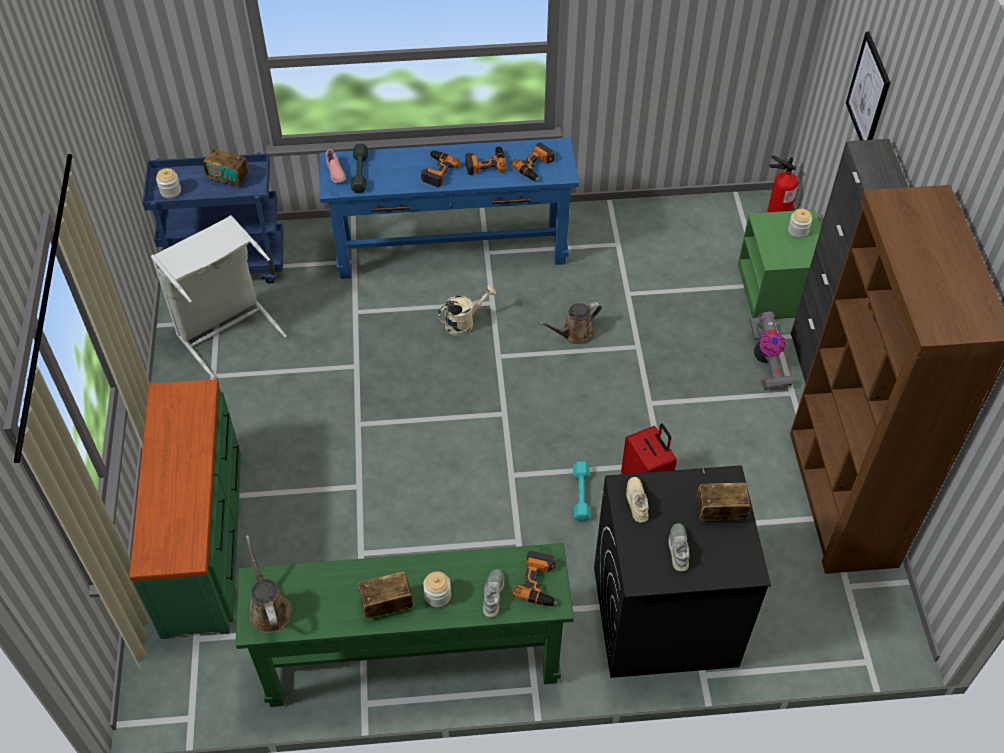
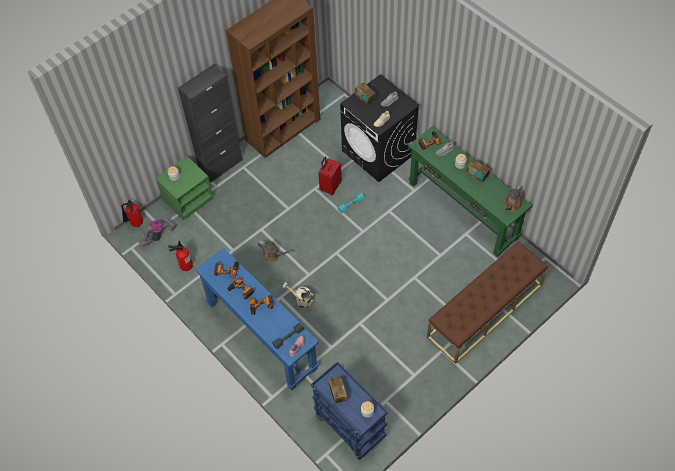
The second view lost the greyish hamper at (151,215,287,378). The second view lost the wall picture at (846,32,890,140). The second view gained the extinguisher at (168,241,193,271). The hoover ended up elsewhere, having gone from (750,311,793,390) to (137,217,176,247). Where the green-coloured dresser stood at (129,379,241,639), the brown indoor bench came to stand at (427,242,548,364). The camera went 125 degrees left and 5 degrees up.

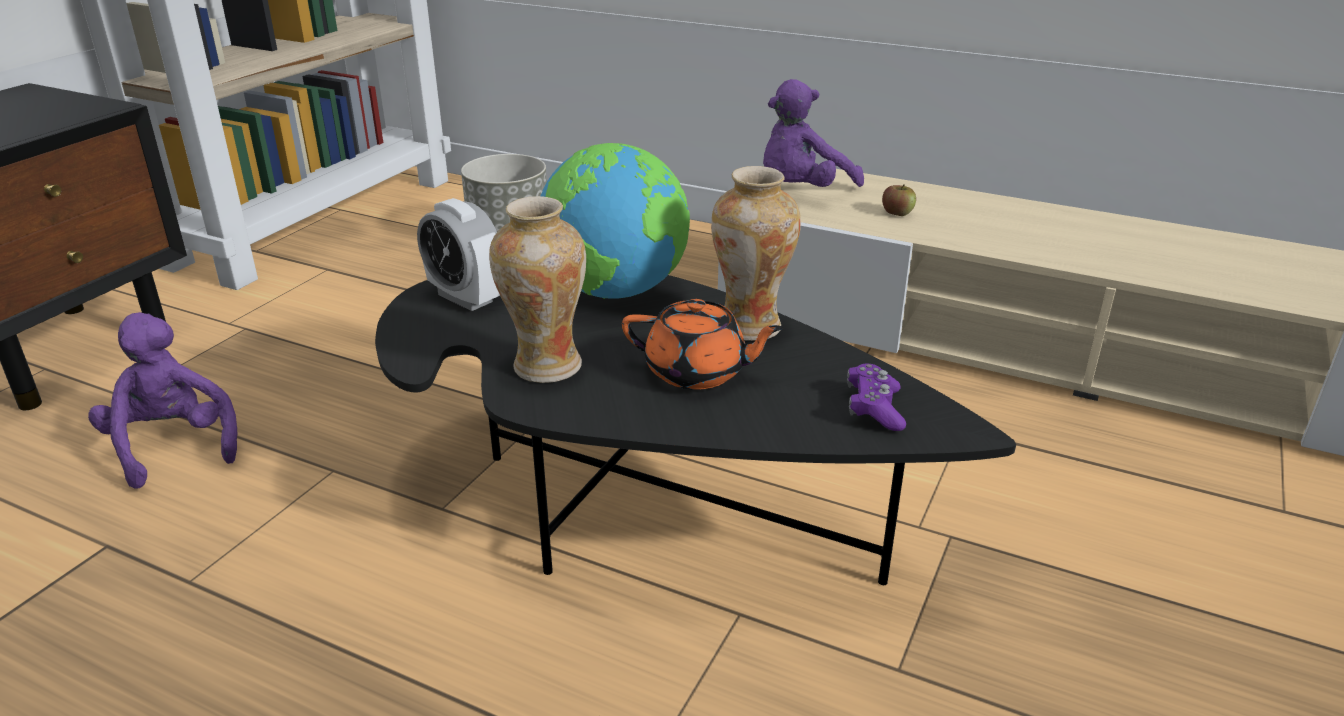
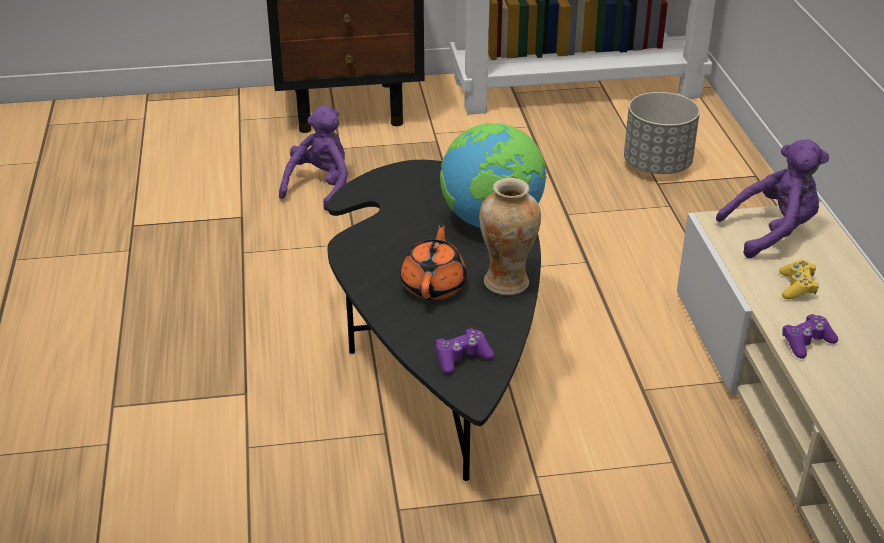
The second view lost the table clock at (417,198,500,311). The second view lost the vase at (489,196,586,383). The second view gained the purple-coloured joypad at (782,314,838,359). Where the apple fruit stood at (882,184,916,216), the yellow-coloured joypad came to stand at (779,260,819,299). The orangey pot for tea at (622,299,784,390) ended up facing another way, 150 degrees counterclockwise from before. The purple-coloured plush toy at (763,79,864,187) ended up facing another way, 150 degrees clockwise from before. The camera went 55 degrees right and 5 degrees up.

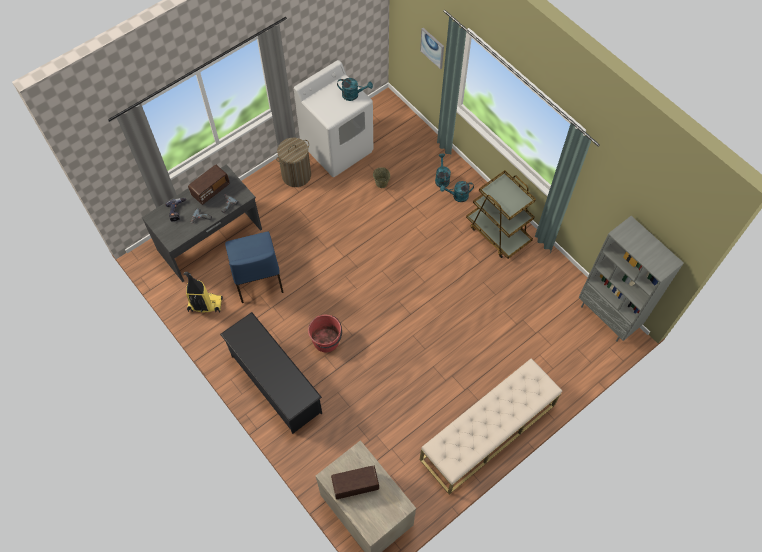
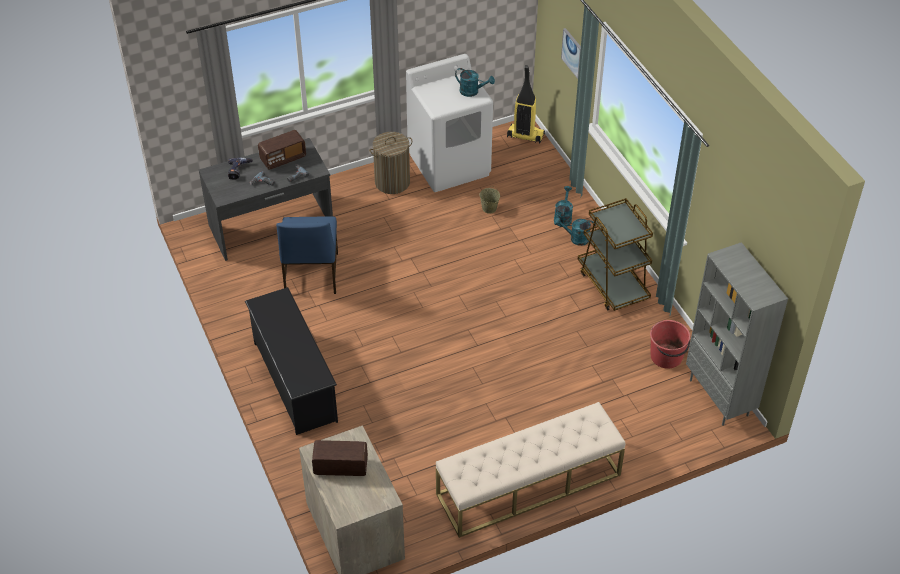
The hoover ended up elsewhere, having gone from (184,272,223,313) to (507,65,545,144). The reddish water bucket ended up elsewhere, having gone from (308,315,342,352) to (650,320,690,369). The camera went 15 degrees right and 15 degrees down.

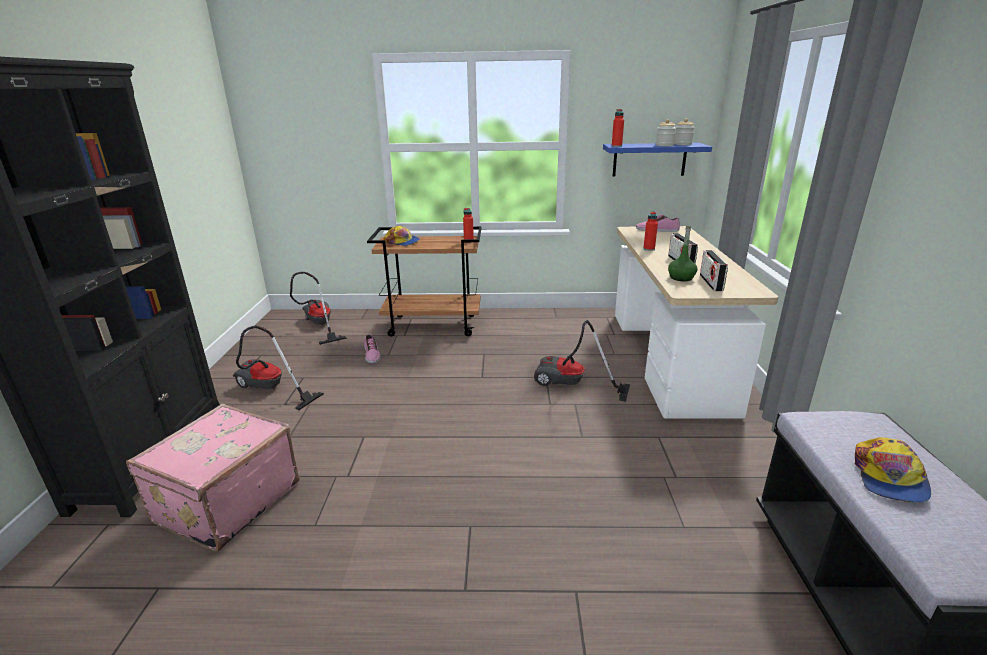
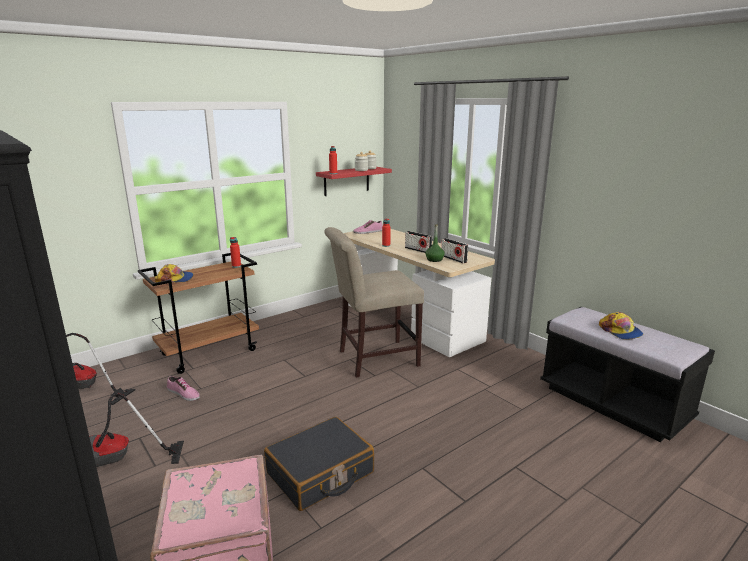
The second view gained the blackish travel case at (264,417,374,511). Where the hoover stood at (534,320,630,402), the beige-coloured plain chair came to stand at (324,227,424,377). What was the blue-coloured wall shelf at (603,143,712,177) turned into the reddish wall shelf at (316,167,392,196). The camera went 40 degrees left and 5 degrees down.

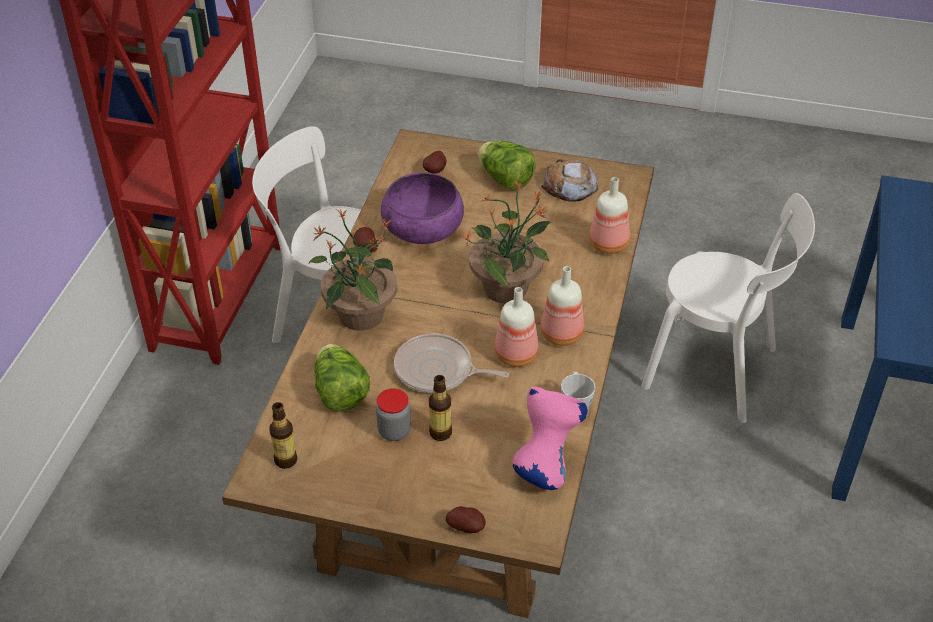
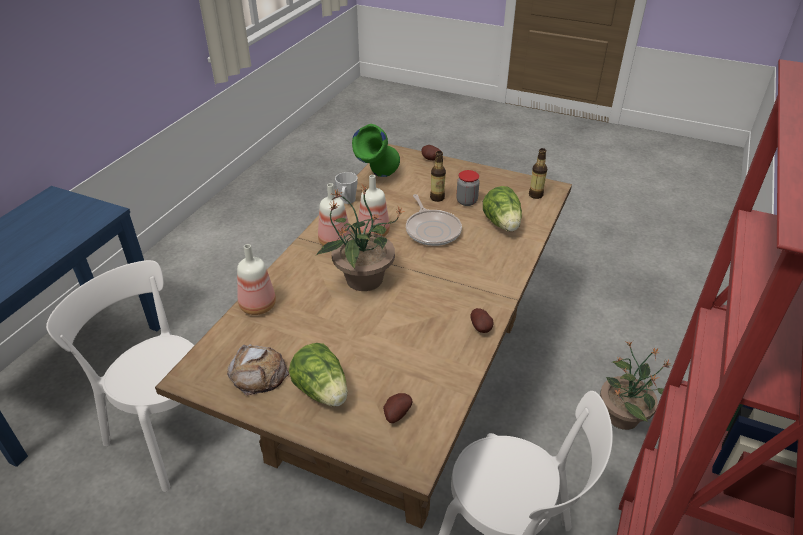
The second view lost the purple-coloured bowl at (381,172,464,244). The potted plant ended up elsewhere, having gone from (309,209,397,331) to (600,341,671,430). What was the pink vase at (513,387,588,490) turned into the green-coloured vase at (352,124,400,177). The pan at (394,334,509,393) ended up facing another way, 45 degrees clockwise from before. The camera went 170 degrees left and 5 degrees down.

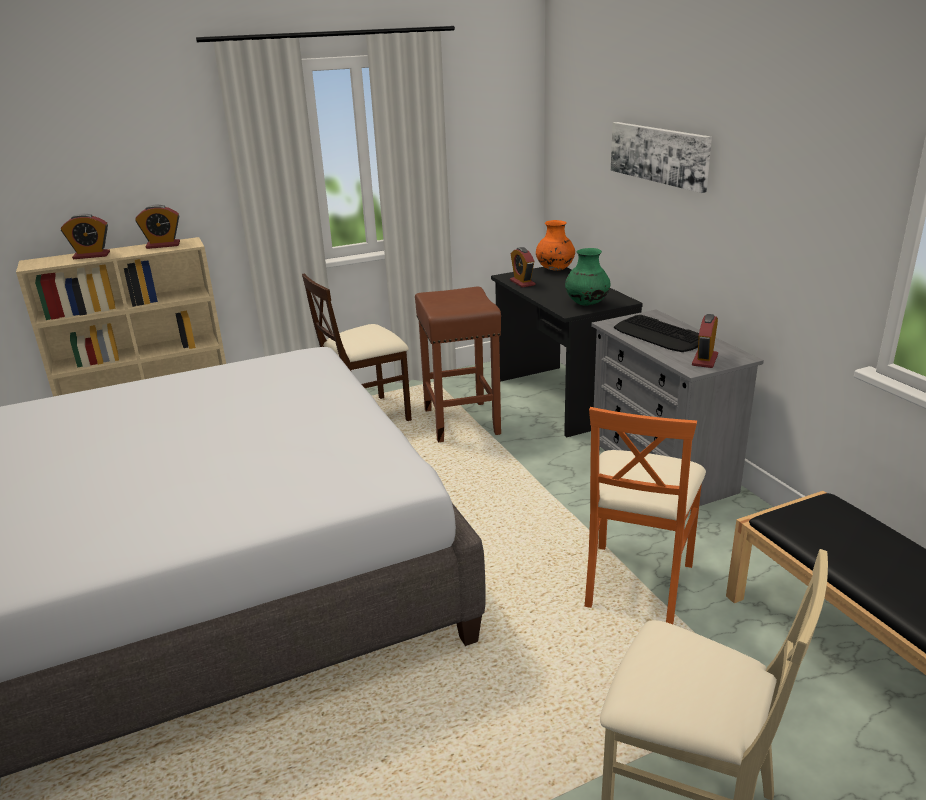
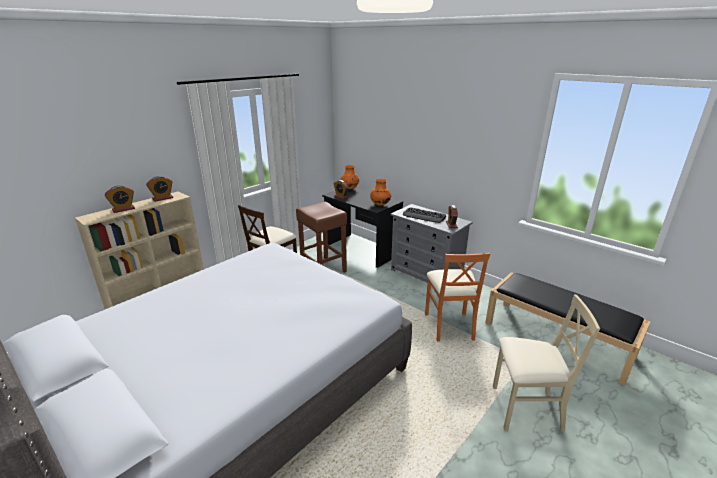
The second view lost the wall picture at (611,122,712,193). What was the green-coloured vase at (565,248,610,306) turned into the orangey vase at (370,179,391,206). The camera went 25 degrees left and 0 degrees up.

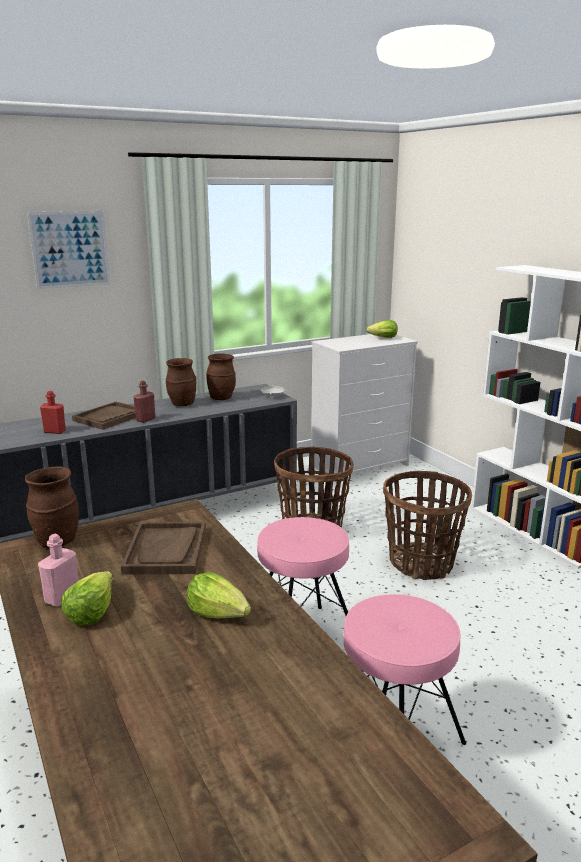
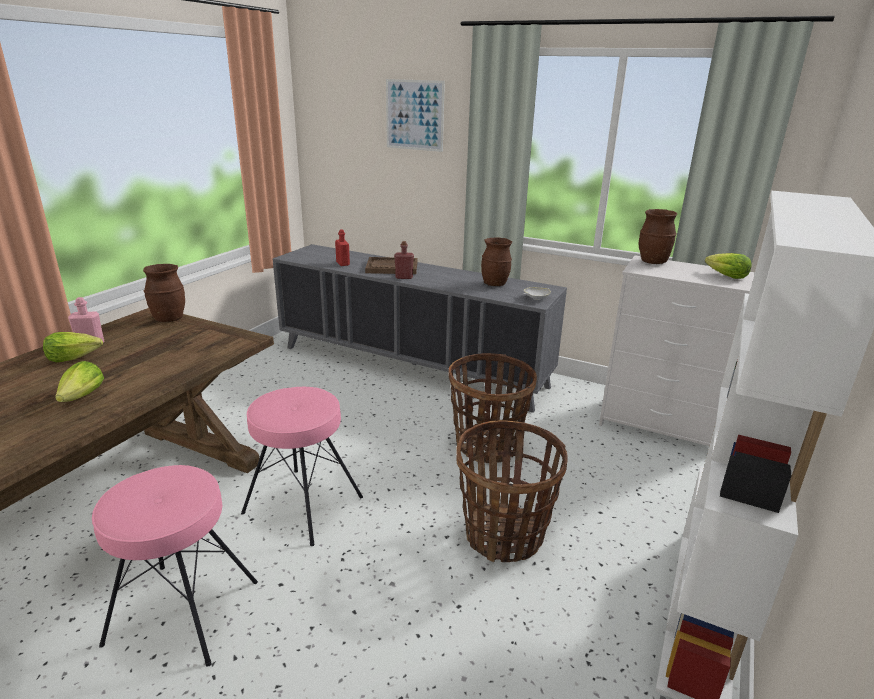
The second view lost the brown carrying tray at (121,522,206,574). The brown vase ended up elsewhere, having gone from (166,358,196,406) to (639,209,677,264). The camera went 55 degrees right and 5 degrees up.

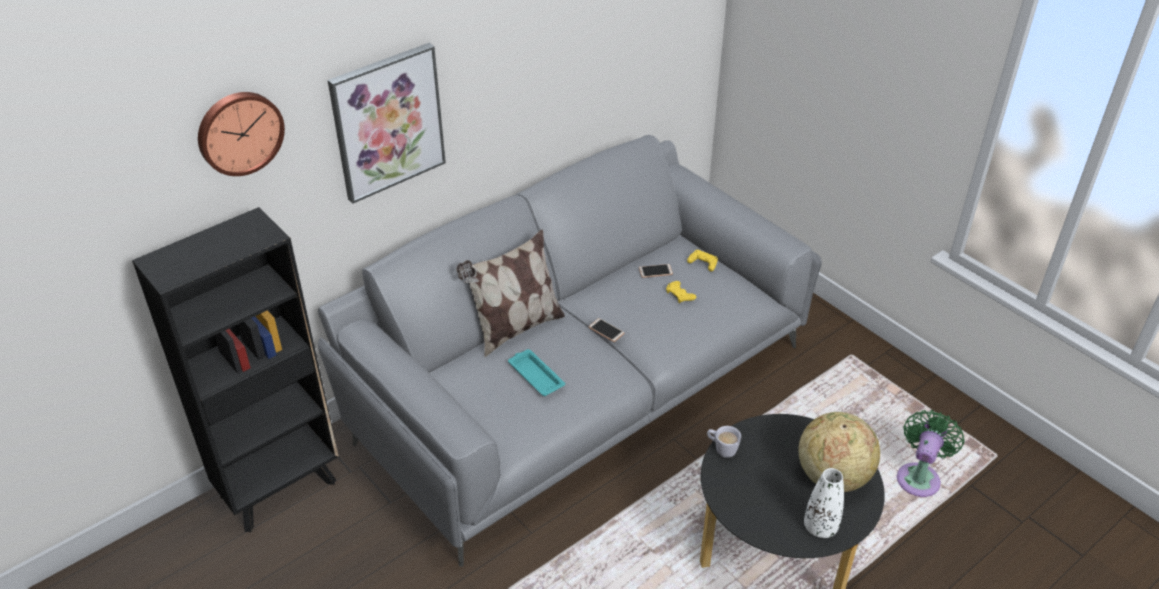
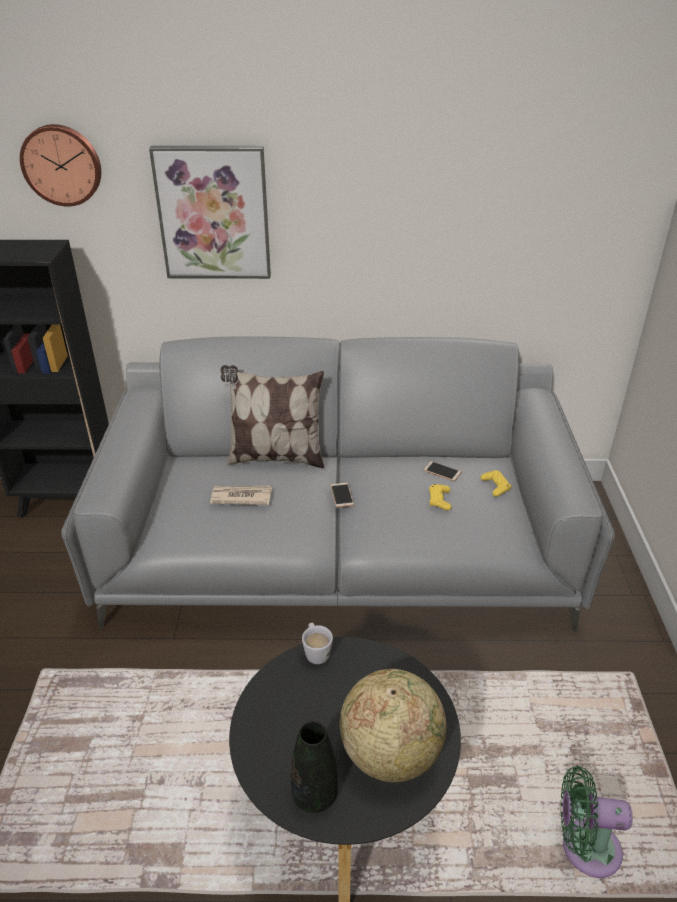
Where the turquoise carrying tray stood at (508,349,565,396), the newspaper came to stand at (210,486,272,505). What was the white vase at (804,468,844,538) turned into the blackish vase at (291,721,338,813). The green-coloured electric fan at (897,410,965,497) ended up facing another way, 150 degrees counterclockwise from before. The camera went 40 degrees right and 5 degrees down.

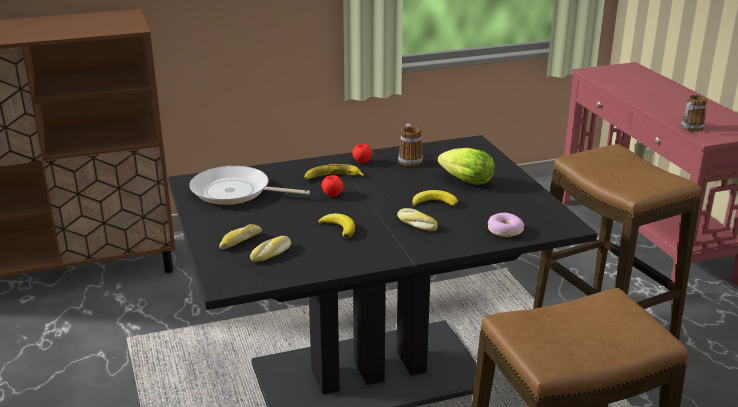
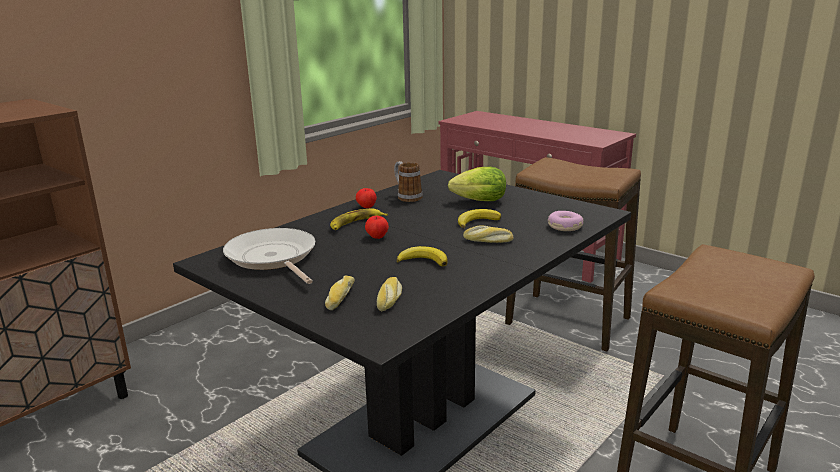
The second view lost the mug at (681,95,707,131). The pan at (189,166,310,205) ended up facing another way, 75 degrees clockwise from before. The camera went 30 degrees left and 5 degrees down.

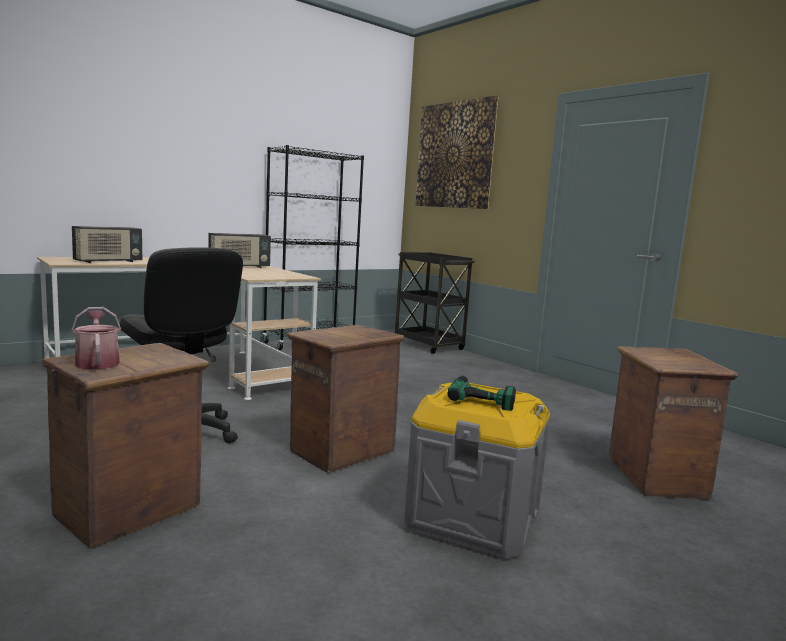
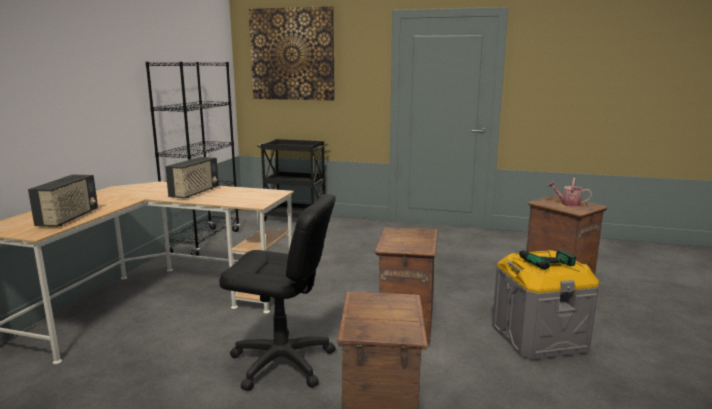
The watering pot ended up elsewhere, having gone from (71,307,121,370) to (547,178,592,207). The camera went 35 degrees left and 5 degrees up.

